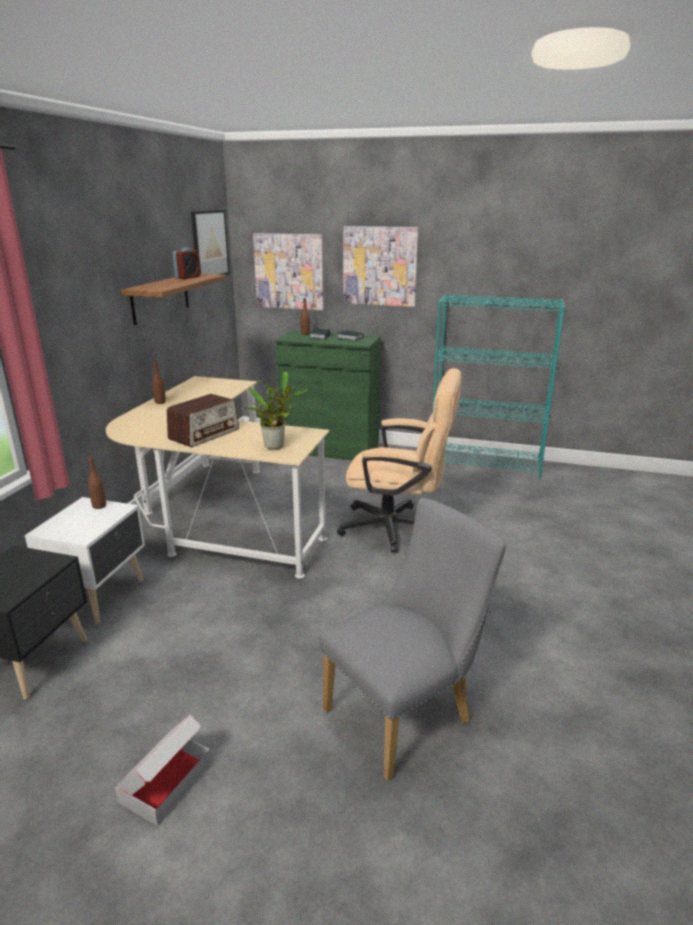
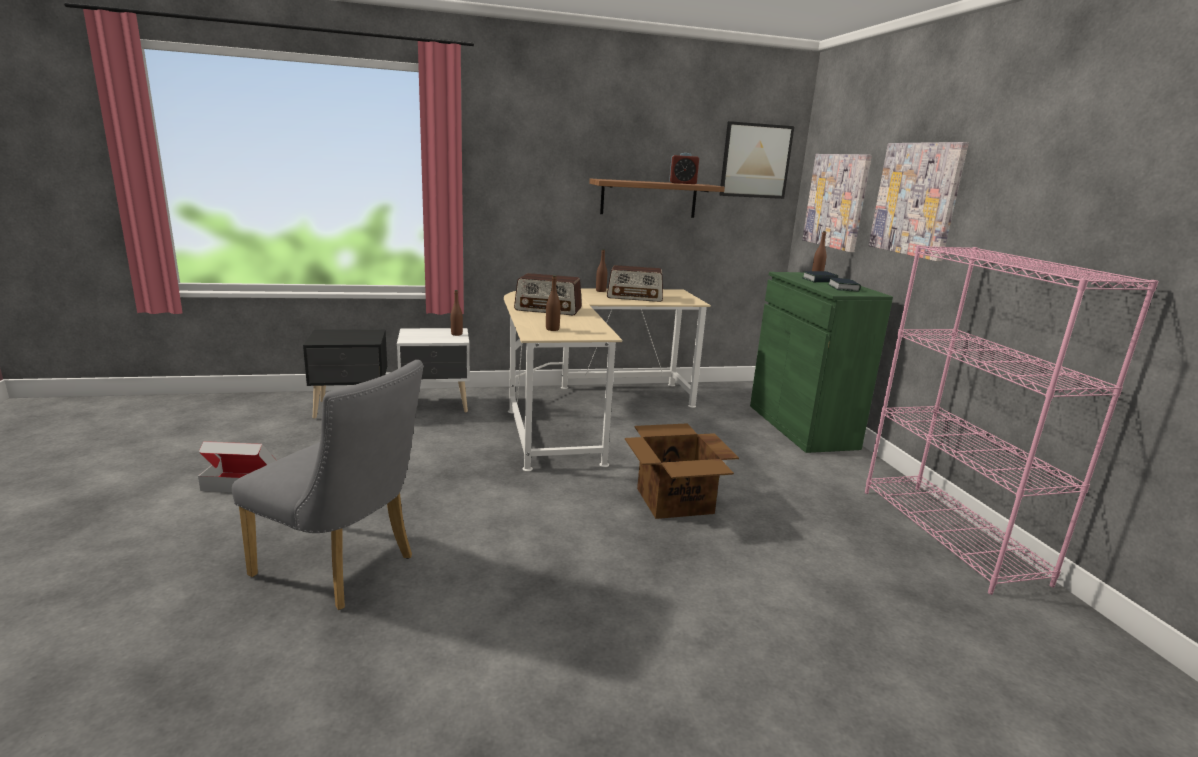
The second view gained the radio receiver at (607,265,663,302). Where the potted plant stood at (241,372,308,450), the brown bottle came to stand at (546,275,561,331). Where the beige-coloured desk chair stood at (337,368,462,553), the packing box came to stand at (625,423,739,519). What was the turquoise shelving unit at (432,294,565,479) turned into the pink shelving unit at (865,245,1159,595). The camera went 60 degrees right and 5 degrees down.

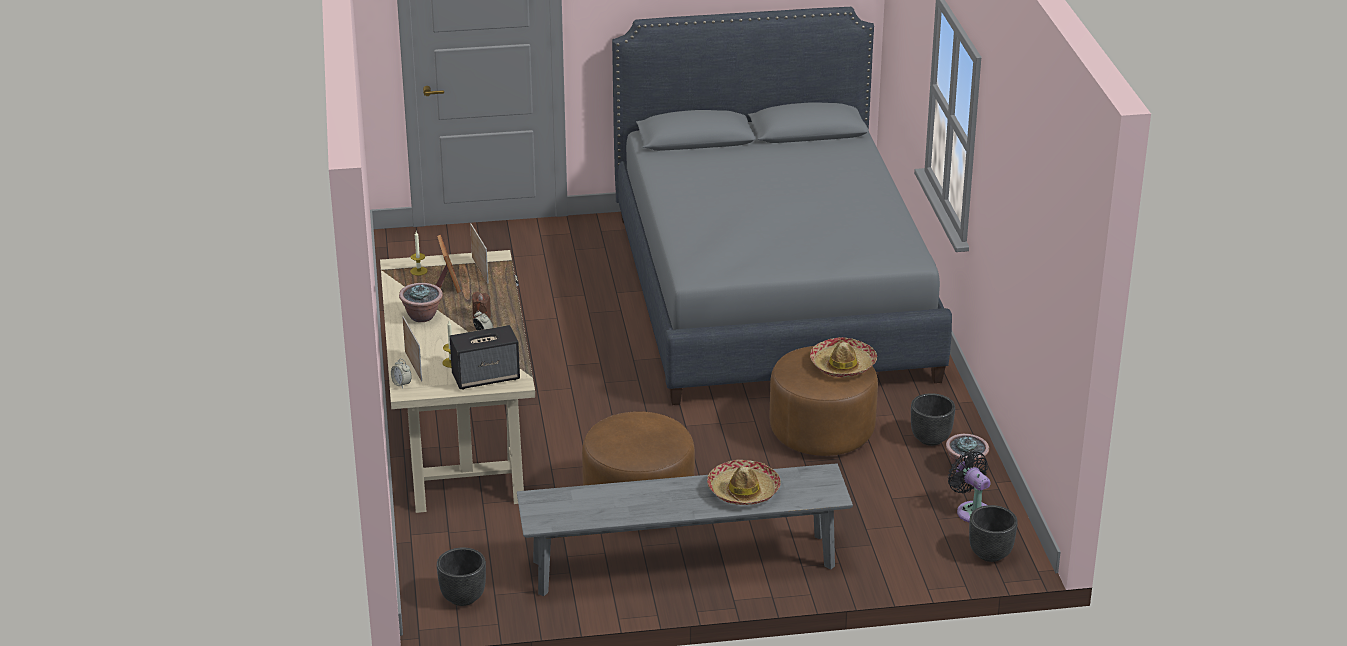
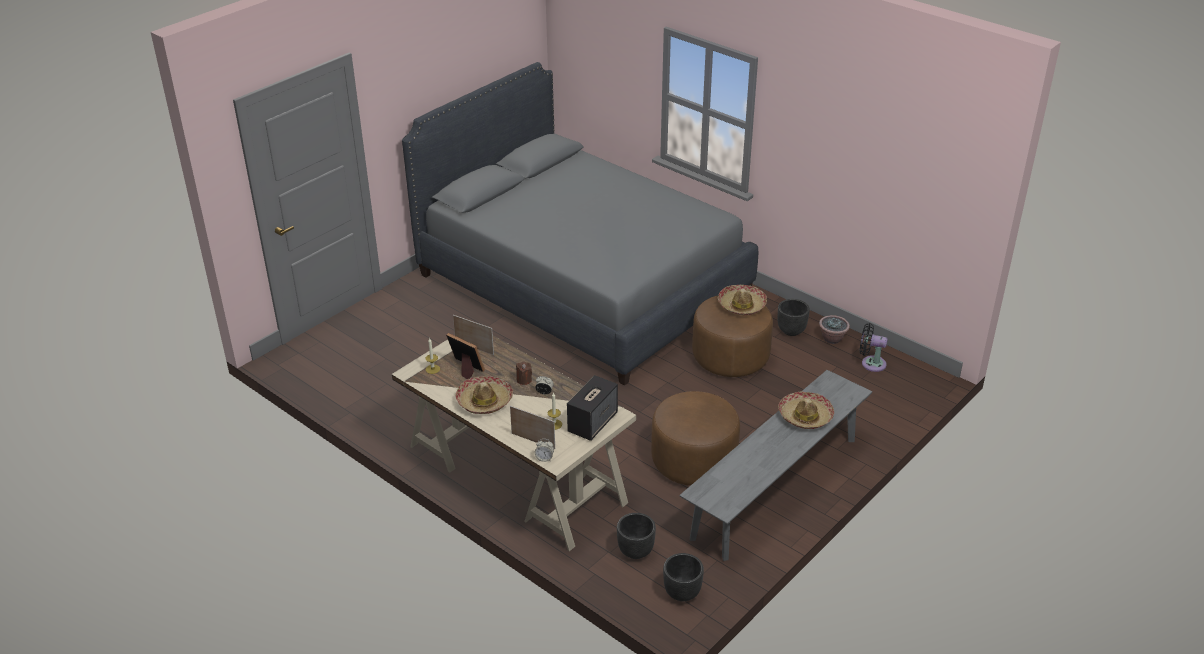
The blackish flower pot ended up elsewhere, having gone from (969,505,1018,562) to (617,513,656,559). Where the potted plant stood at (399,283,443,322), the hat came to stand at (455,376,513,414). The camera went 40 degrees left and 5 degrees up.

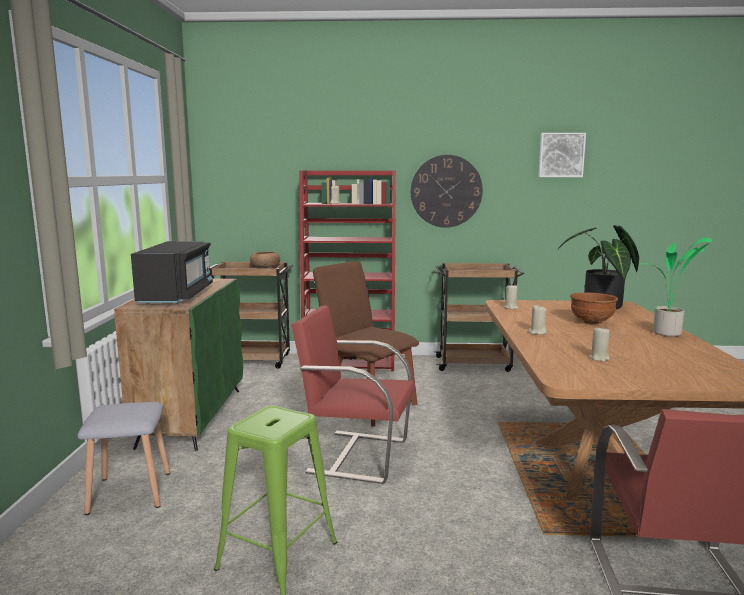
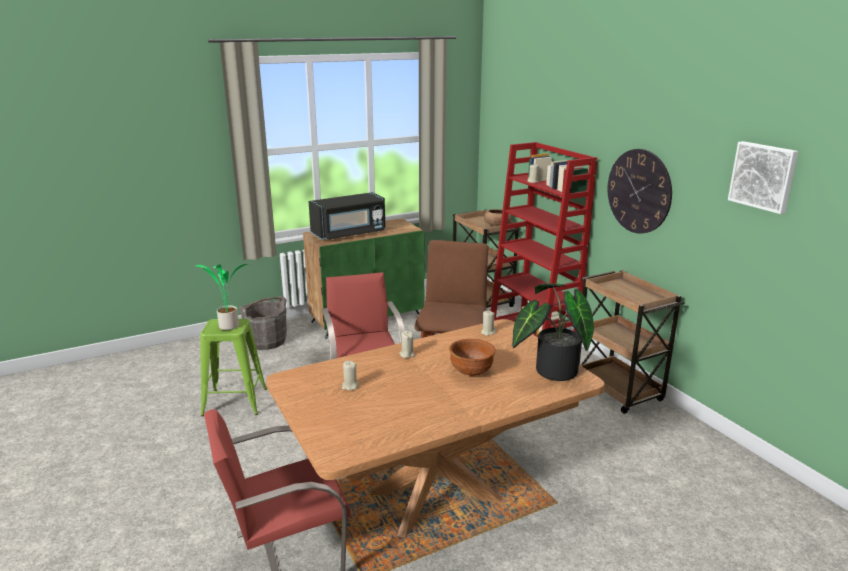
The potted plant ended up elsewhere, having gone from (639,238,712,337) to (196,264,248,330). Where the greyish stool stood at (77,402,170,515), the greyish water bucket came to stand at (239,295,287,350). The camera went 60 degrees right and 10 degrees up.

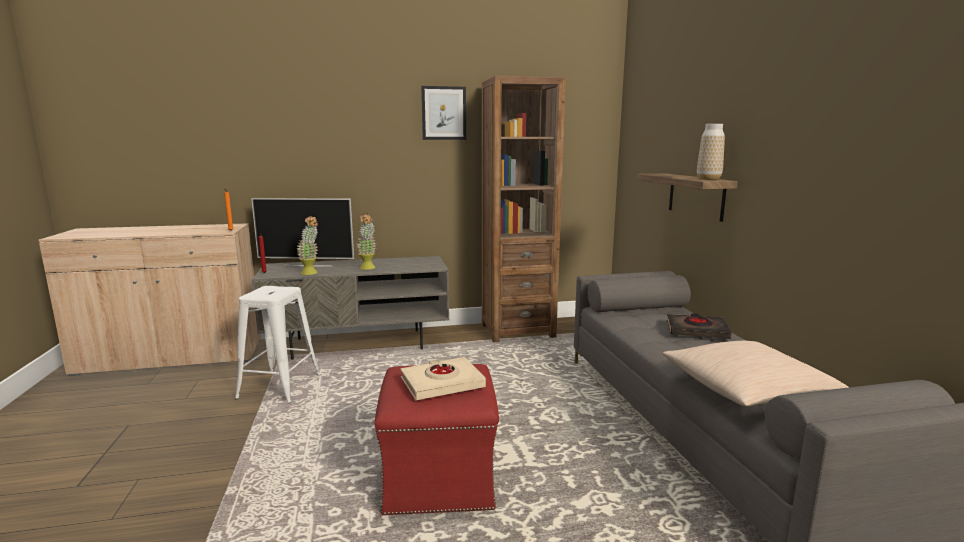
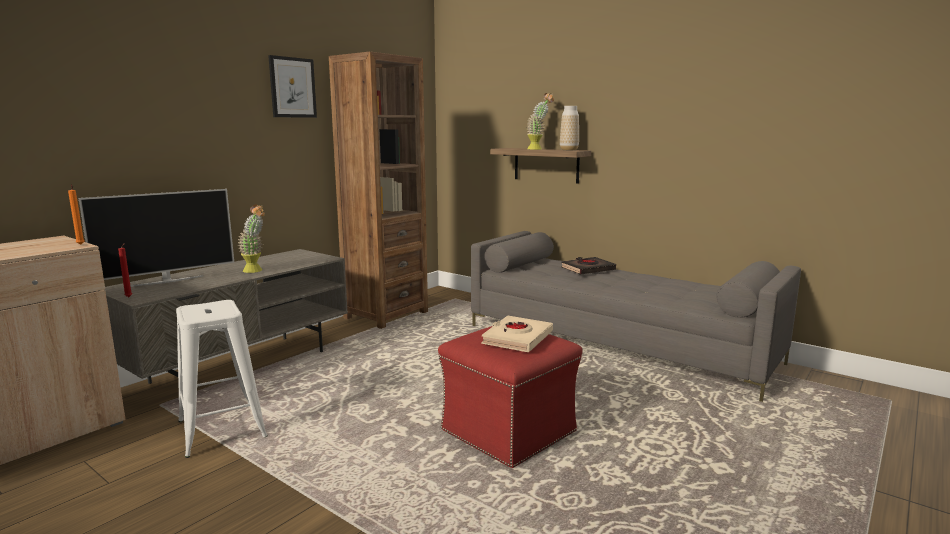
The second view lost the beige-coloured pillow at (662,341,848,407). The potted plant ended up elsewhere, having gone from (297,216,318,275) to (527,93,554,150). The camera went 40 degrees left and 0 degrees up.

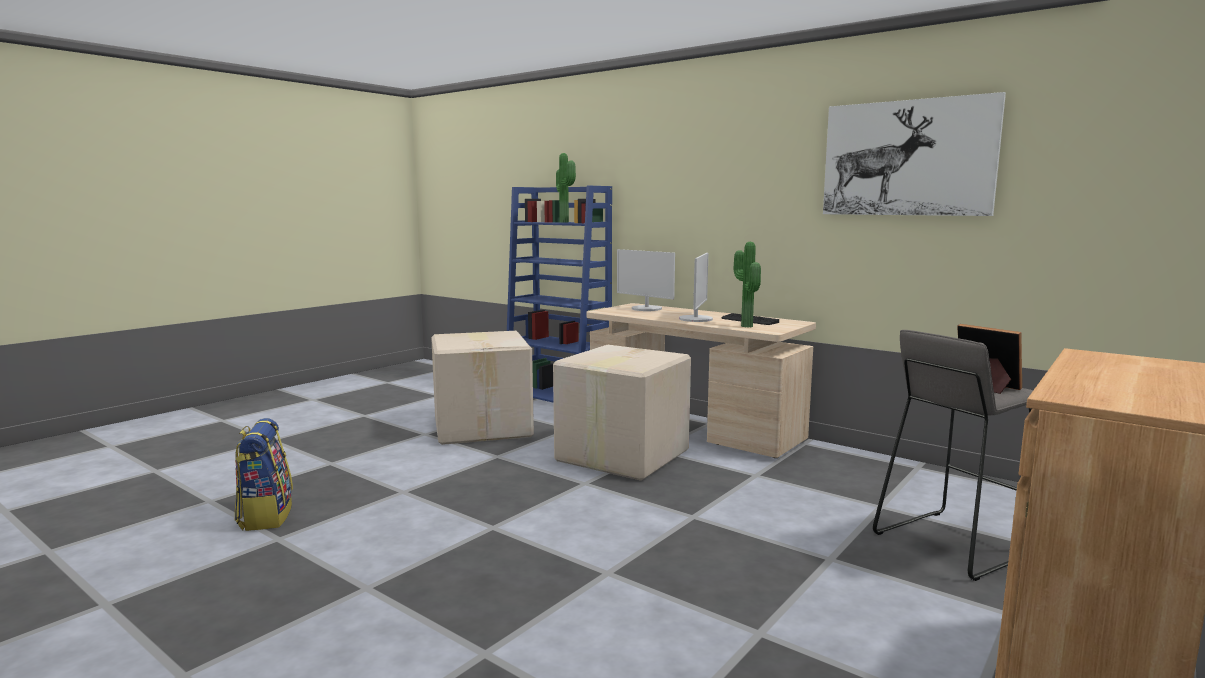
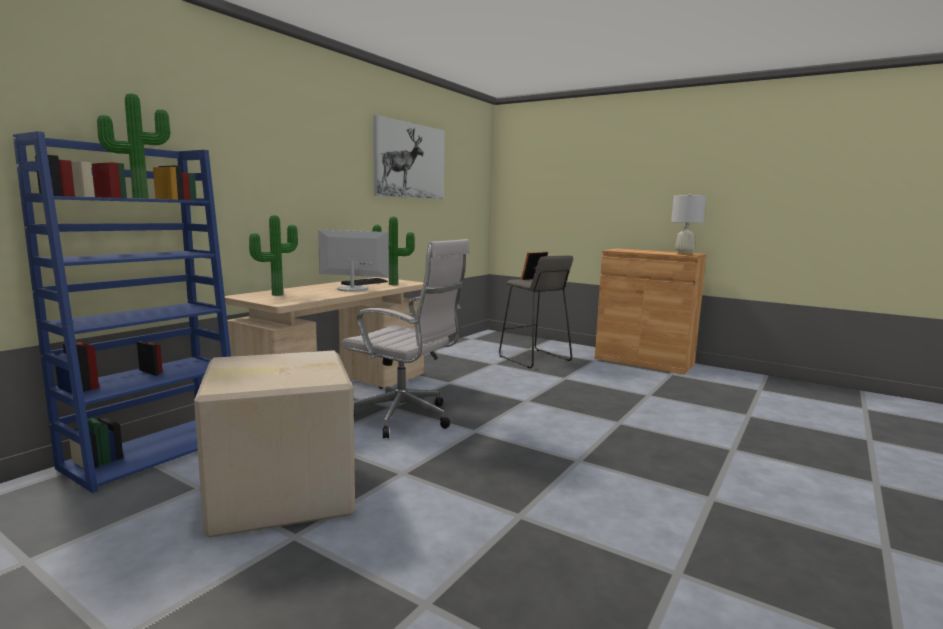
The second view lost the backpack at (235,418,293,531). The second view gained the white lamp for a table at (671,193,706,255). Where the packing box stood at (553,345,691,481), the white desk chair came to stand at (341,239,470,438). Where the computer screen stood at (617,249,675,311), the potted plant came to stand at (249,215,298,296). The camera went 95 degrees left and 0 degrees up.

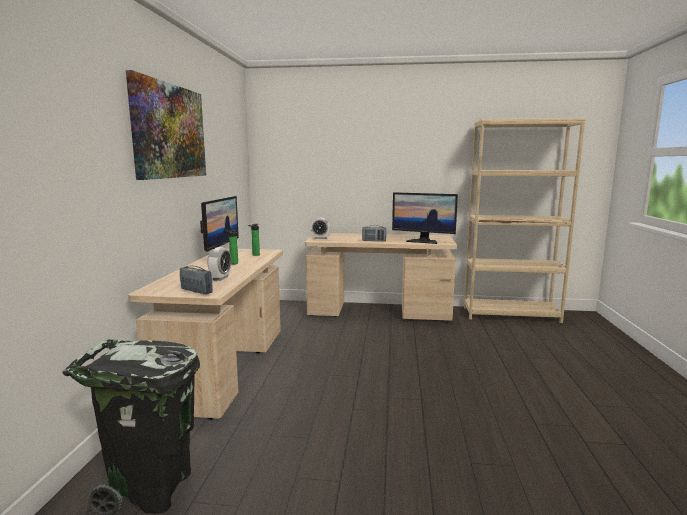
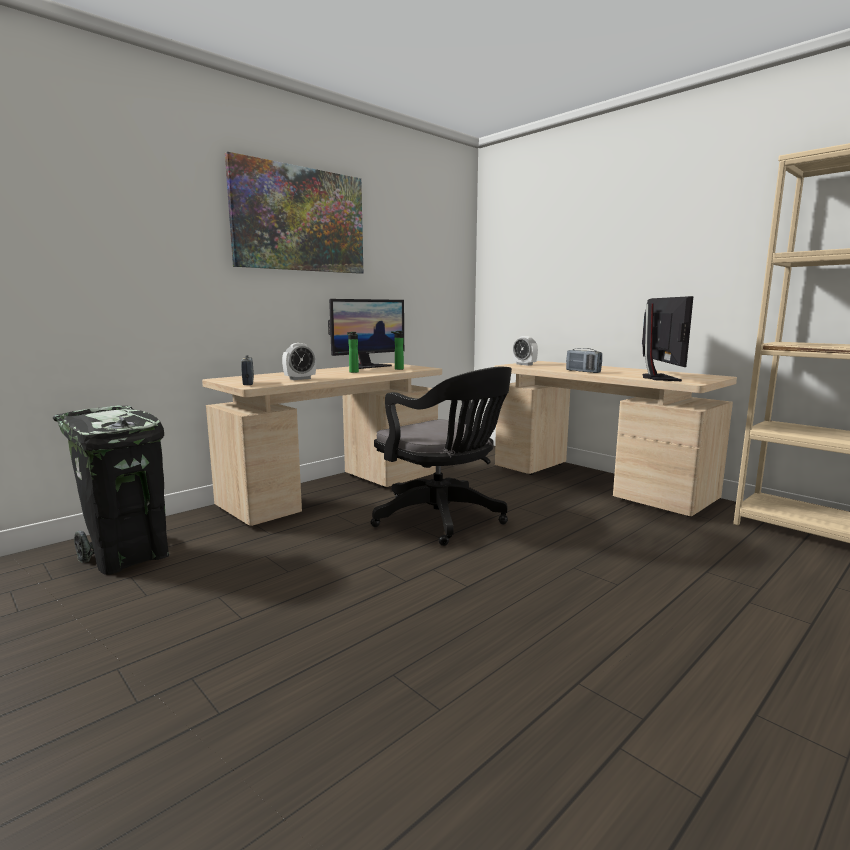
The second view gained the blackish desk chair at (371,367,512,546). The computer screen at (392,192,458,244) ended up facing another way, 150 degrees counterclockwise from before. The camera went 40 degrees right and 0 degrees up.

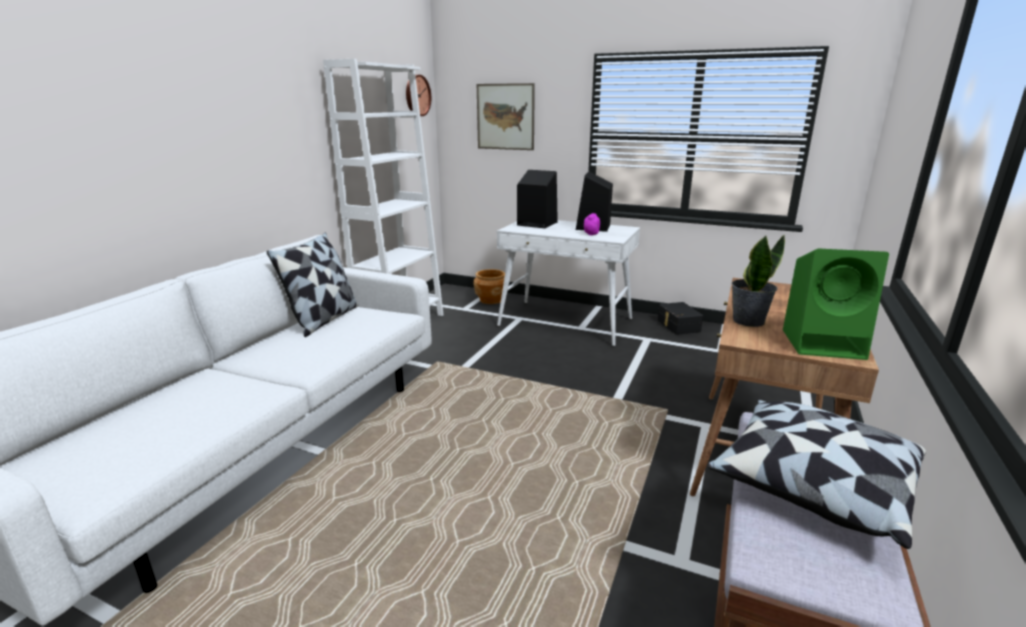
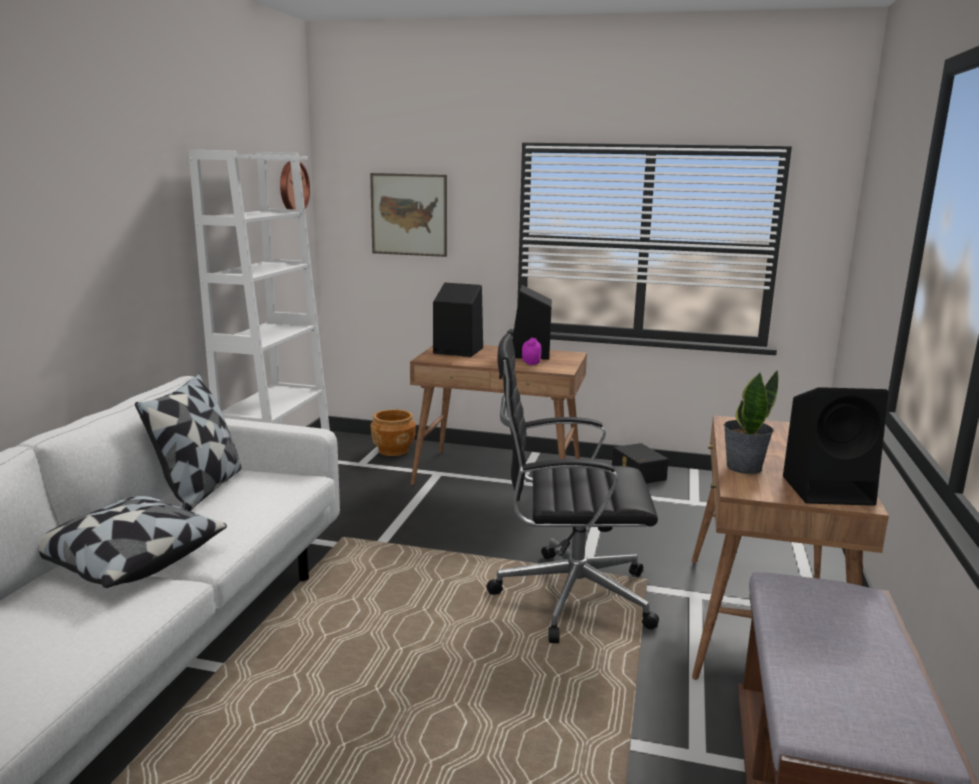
The second view gained the blackish desk chair at (486,333,659,643). The pillow ended up elsewhere, having gone from (707,400,926,549) to (39,496,227,588). What was the white desk table at (497,220,640,346) turned into the brown desk table at (410,345,587,486). What was the green-coloured audio speaker at (783,249,889,360) turned into the blackish audio speaker at (783,387,888,506). The camera went 10 degrees left and 5 degrees down.

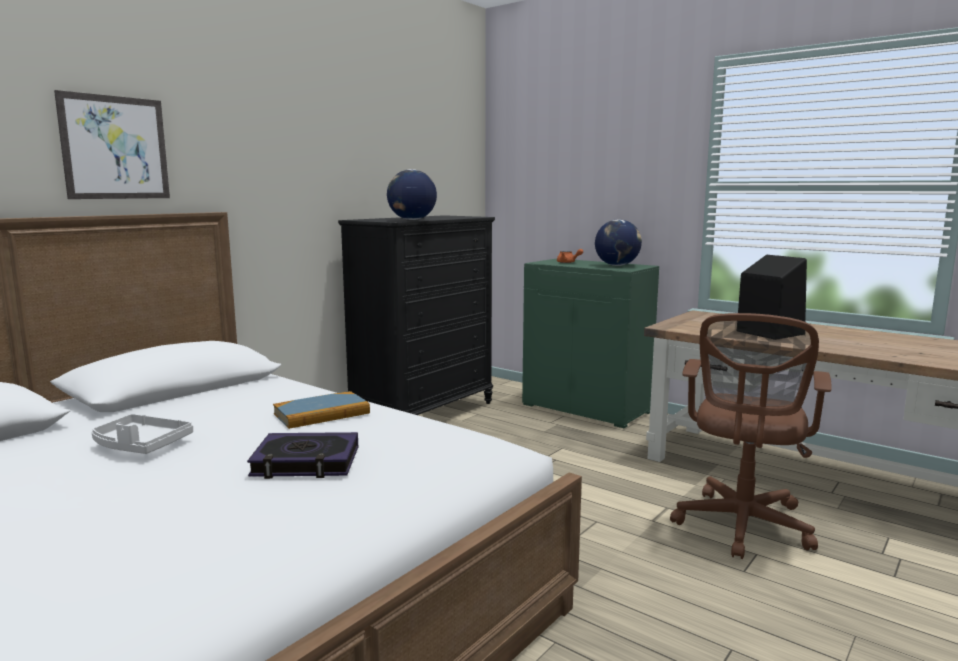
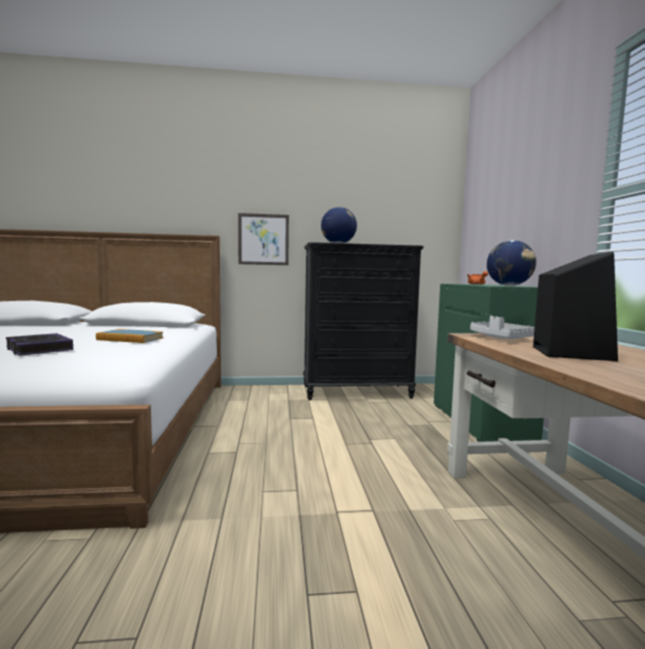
The second view lost the brown desk chair at (670,313,832,559). The wall picture ended up elsewhere, having gone from (54,90,170,199) to (238,213,289,265). The white carrying tray ended up elsewhere, having gone from (92,414,193,454) to (470,316,535,339). The camera went 45 degrees right and 5 degrees down.

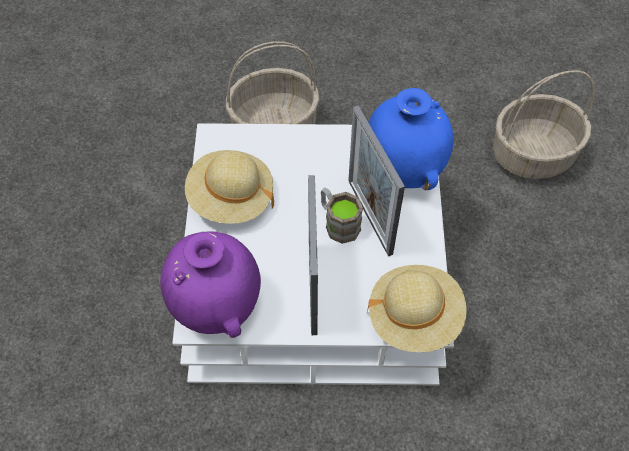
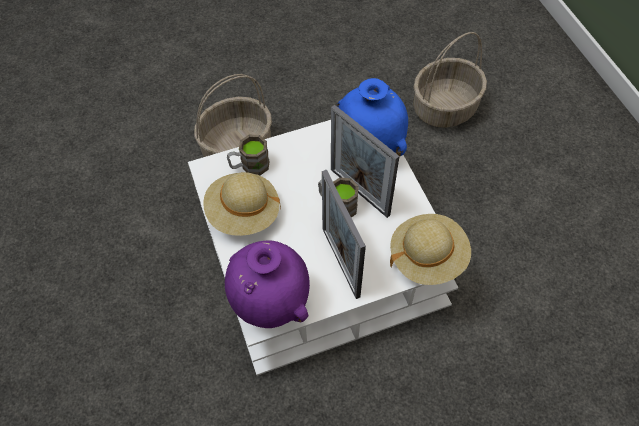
The second view gained the brown mug at (227,135,270,176). The camera went 20 degrees left and 0 degrees up.

